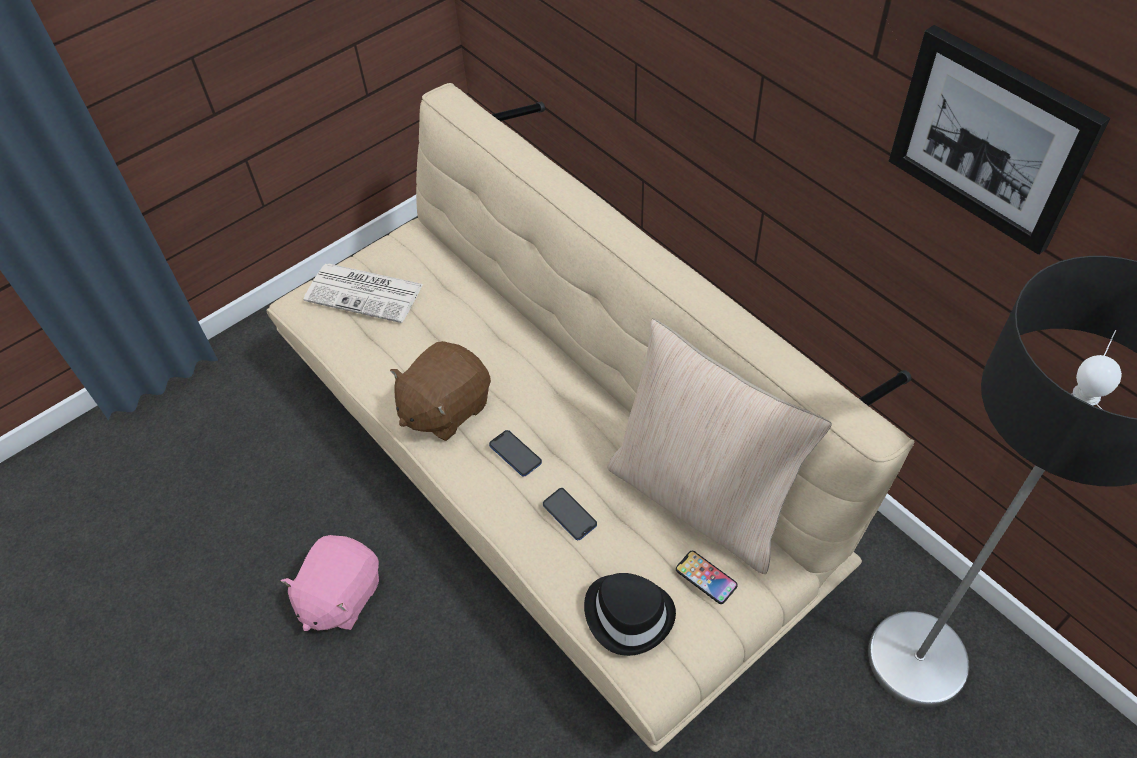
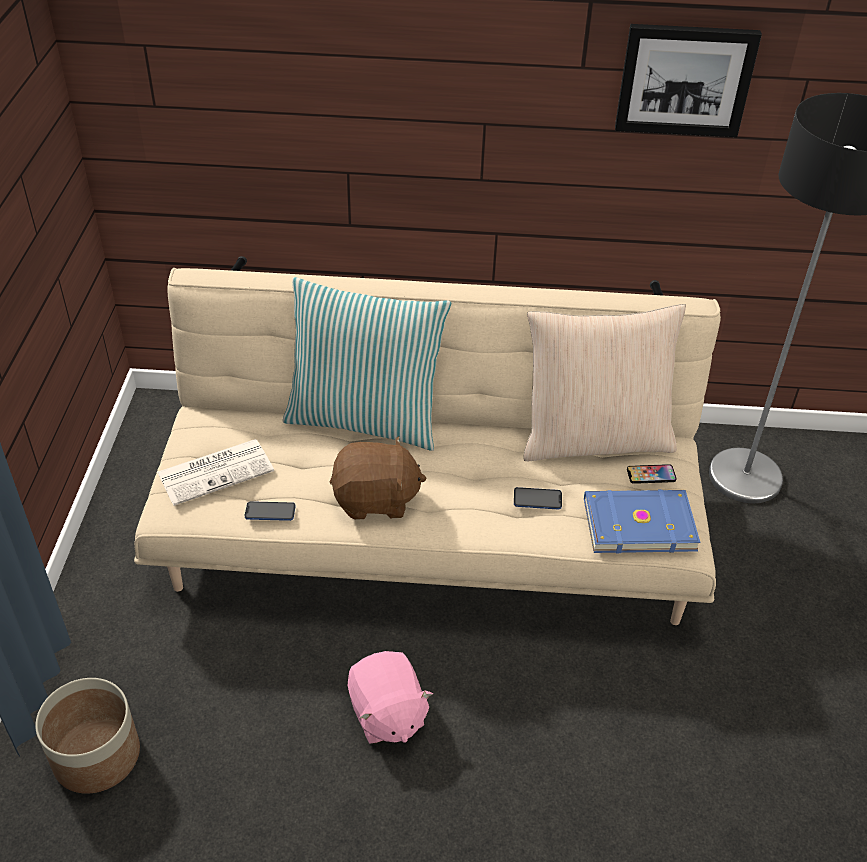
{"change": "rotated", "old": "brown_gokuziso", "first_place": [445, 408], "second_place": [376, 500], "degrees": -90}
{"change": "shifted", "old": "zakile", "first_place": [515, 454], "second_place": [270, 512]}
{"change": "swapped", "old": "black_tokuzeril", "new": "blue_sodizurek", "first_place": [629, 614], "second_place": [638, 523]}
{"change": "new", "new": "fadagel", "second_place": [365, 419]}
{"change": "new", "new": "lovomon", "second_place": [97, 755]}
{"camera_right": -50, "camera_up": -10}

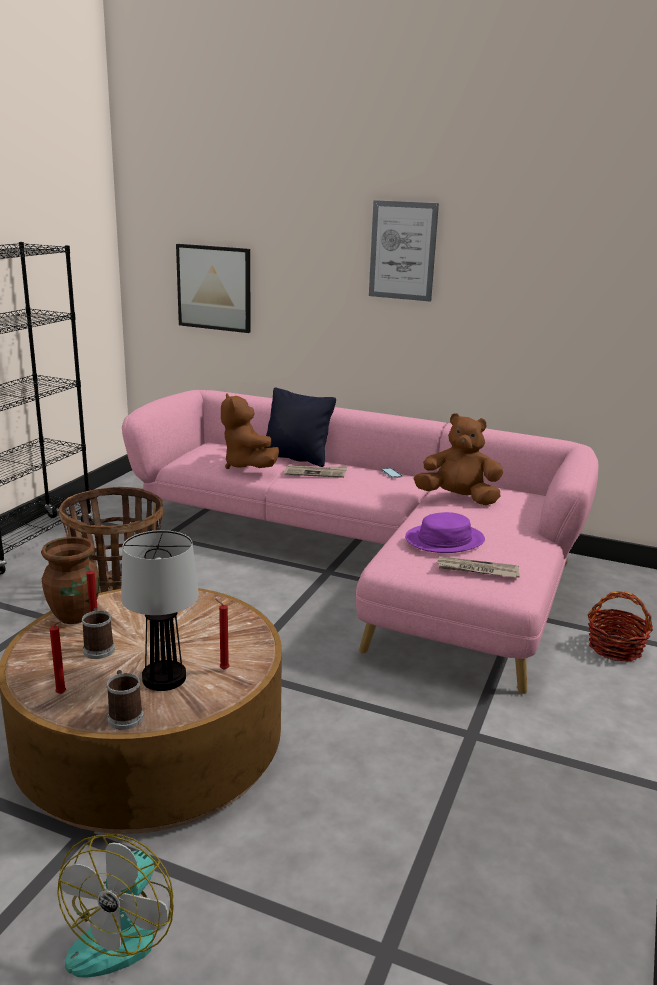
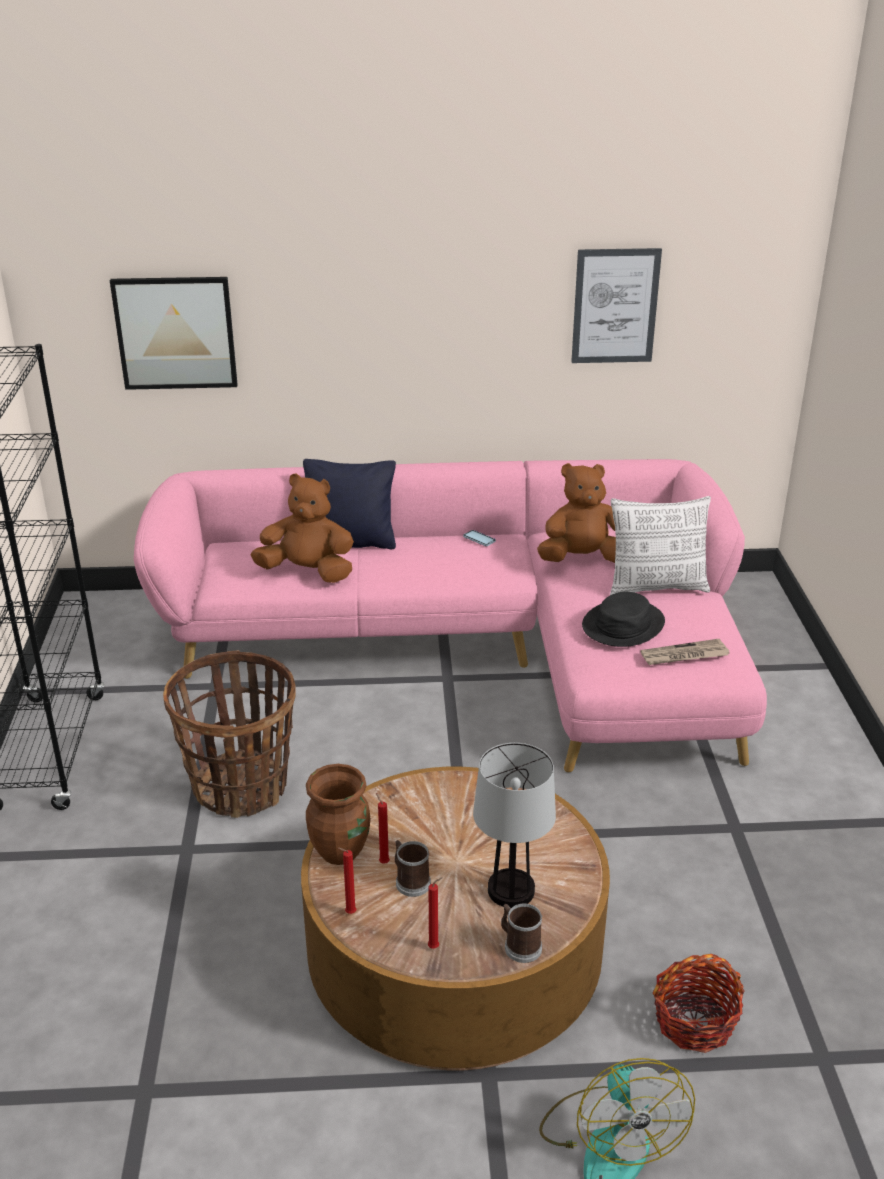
{"change": "shifted", "old": "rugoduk", "first_place": [402, 251], "second_place": [615, 306]}
{"change": "rotated", "old": "brown_gokuziso", "first_place": [247, 466], "second_place": [308, 572], "degrees": 150}
{"change": "gone", "old": "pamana", "first_place": [316, 473]}
{"change": "repainted", "old": "purple_tokuzeril", "new": "black_tokuzeril", "first_place": [444, 539], "second_place": [623, 625]}
{"change": "shifted", "old": "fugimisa", "first_place": [615, 648], "second_place": [694, 1021]}
{"change": "shifted", "old": "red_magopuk", "first_place": [222, 669], "second_place": [349, 913]}
{"change": "new", "new": "fadagel", "second_place": [656, 587]}
{"camera_right": -25, "camera_up": 10}

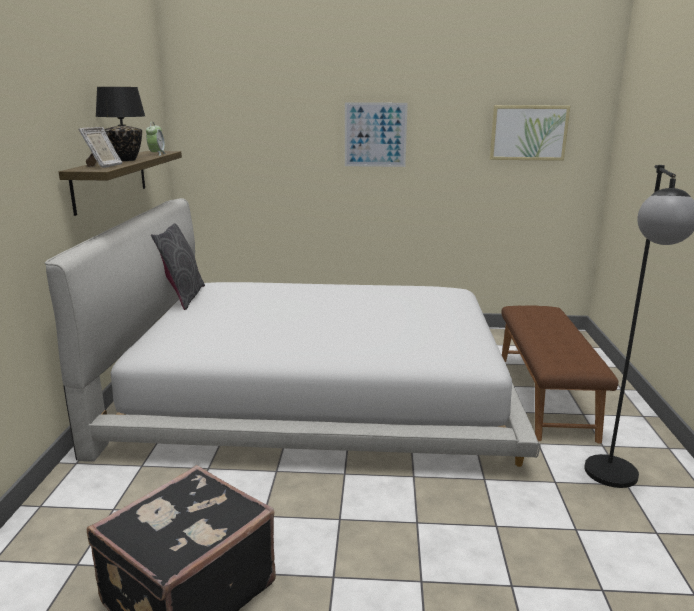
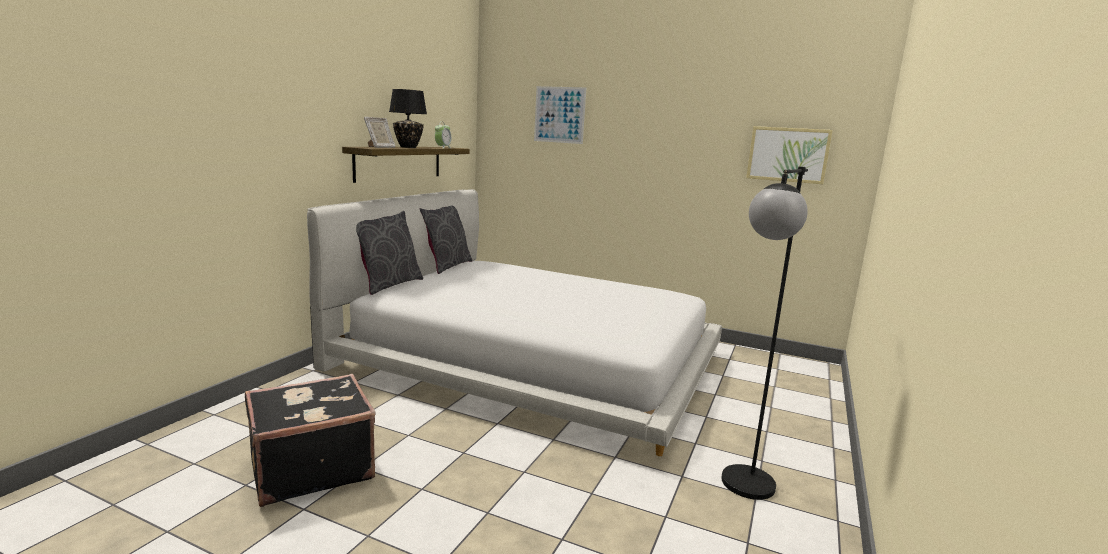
{"change": "shifted", "old": "rugoduk", "first_place": [375, 135], "second_place": [559, 115]}
{"change": "gone", "old": "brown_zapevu", "first_place": [543, 396]}
{"change": "new", "new": "grey_fadagel", "second_place": [388, 284]}
{"camera_right": 20, "camera_up": -5}

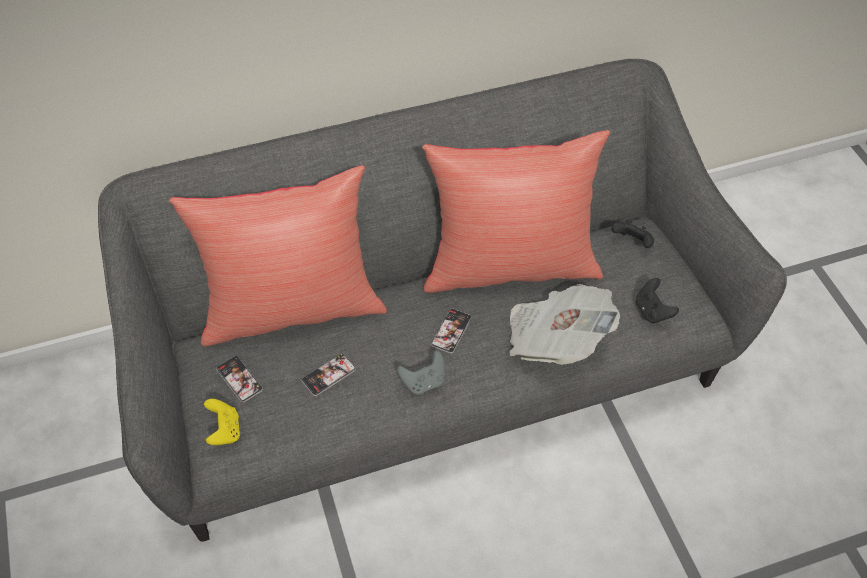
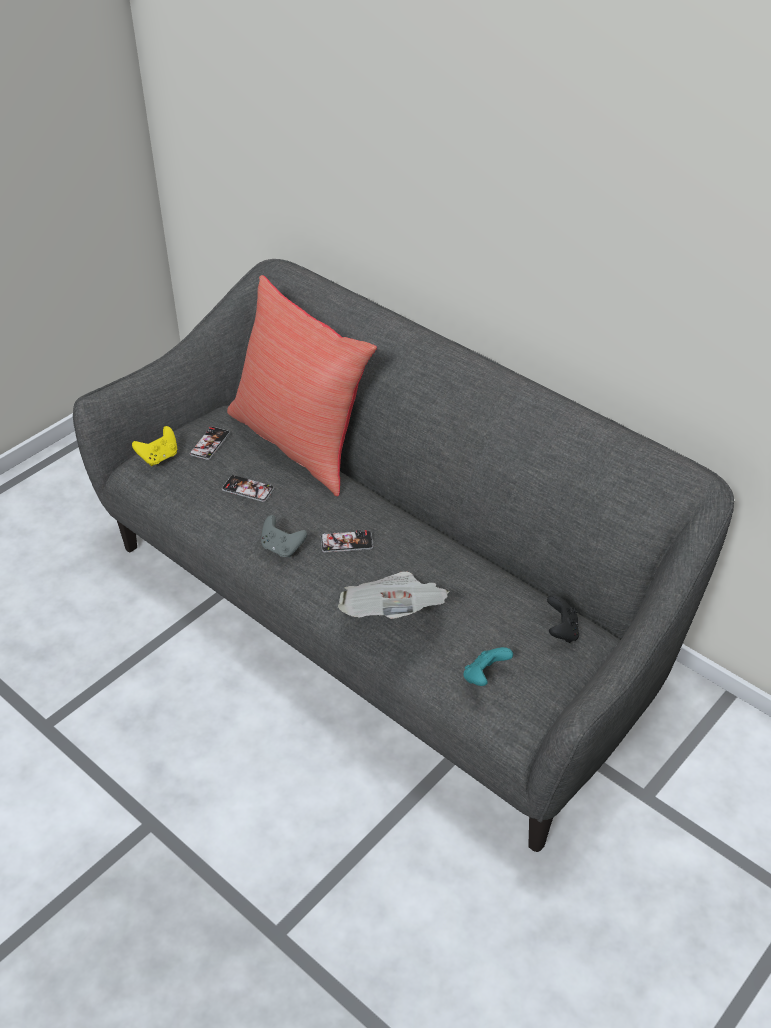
{"change": "gone", "old": "red_fadagel", "first_place": [509, 265]}
{"change": "repainted", "old": "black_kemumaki", "new": "turquoise_kemumaki", "first_place": [652, 311], "second_place": [484, 676]}
{"camera_right": 60, "camera_up": -10}

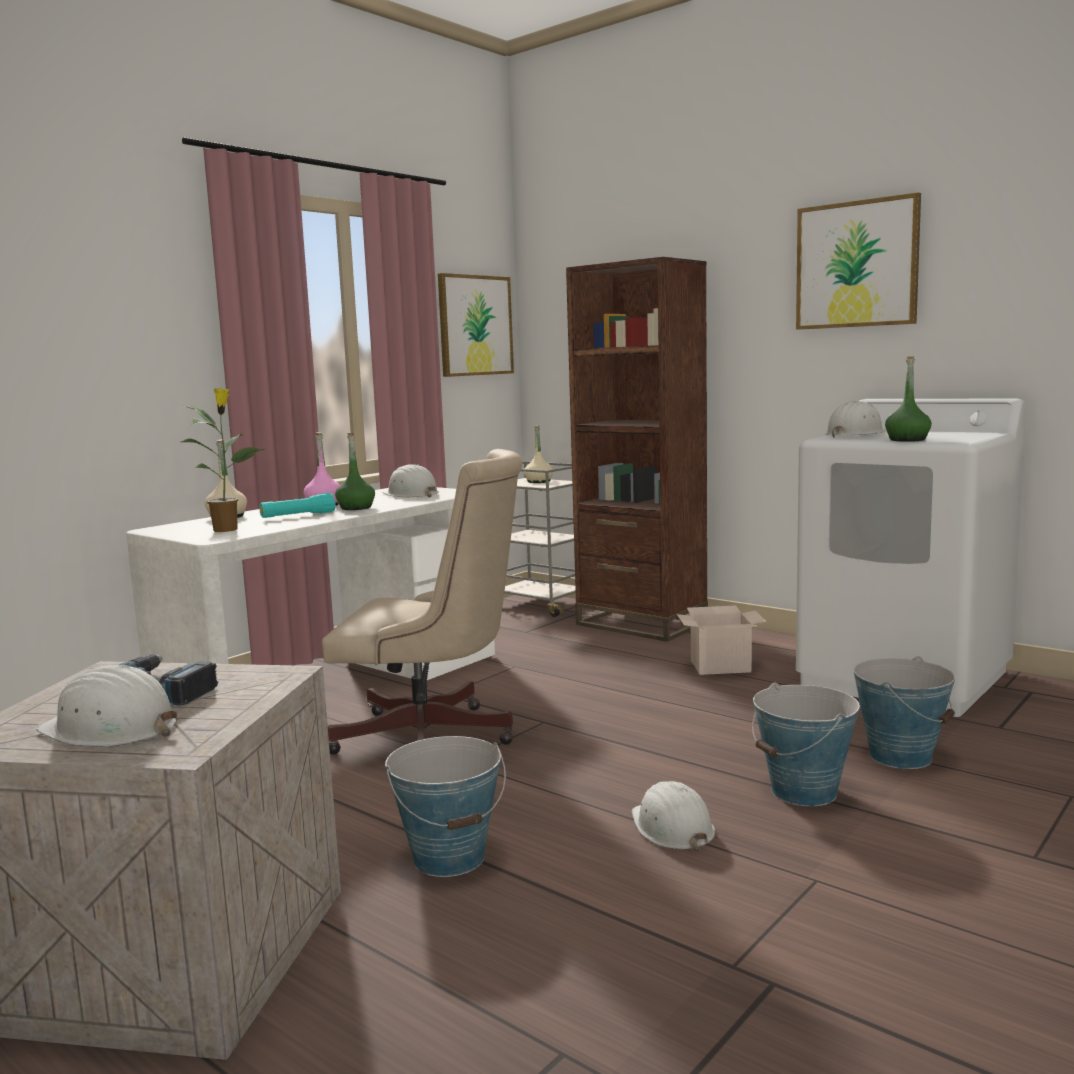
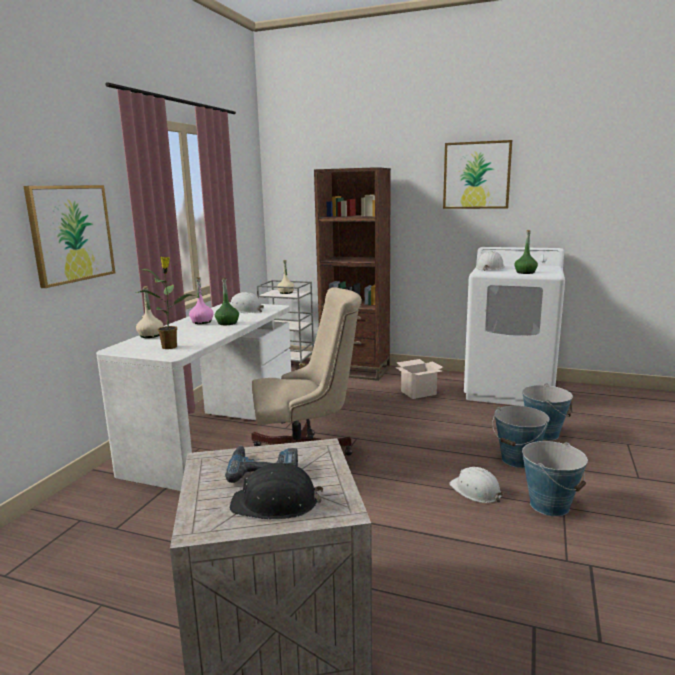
{"change": "shifted", "old": "rugoduk", "first_place": [475, 325], "second_place": [71, 233]}
{"change": "gone", "old": "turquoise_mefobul", "first_place": [298, 516]}
{"change": "repainted", "old": "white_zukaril", "new": "black_zukaril", "first_place": [110, 729], "second_place": [275, 503]}
{"change": "shifted", "old": "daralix", "first_place": [449, 858], "second_place": [549, 505]}
{"camera_right": -20, "camera_up": 5}

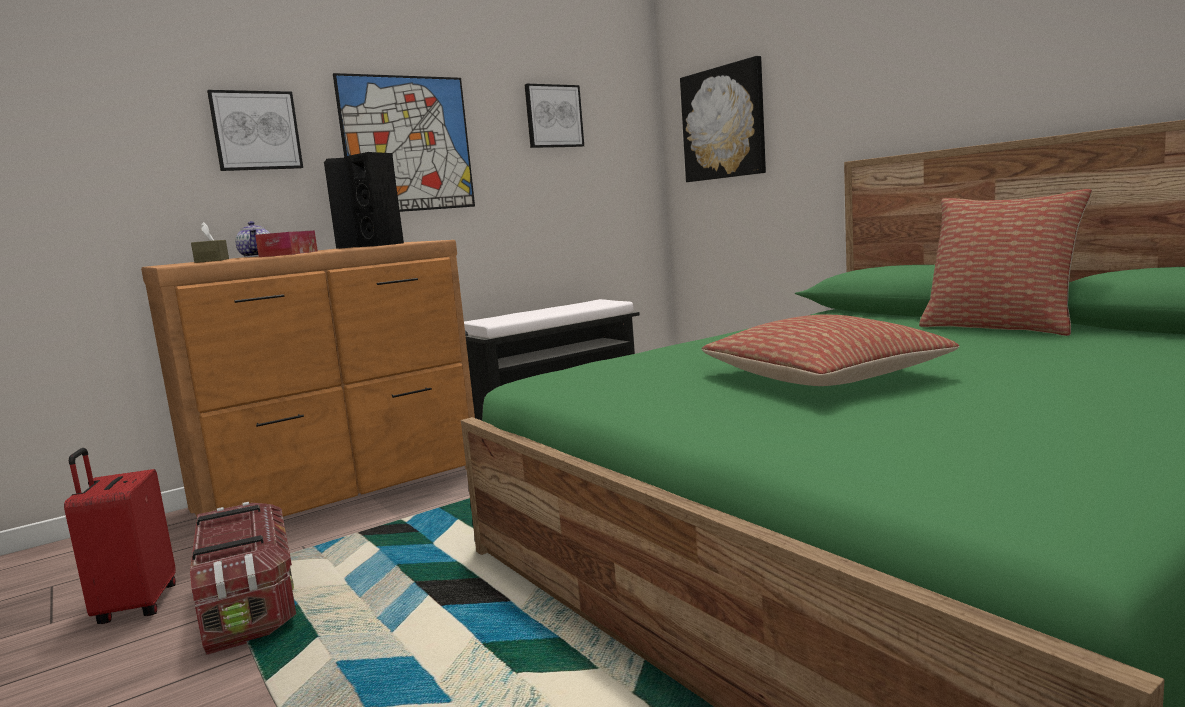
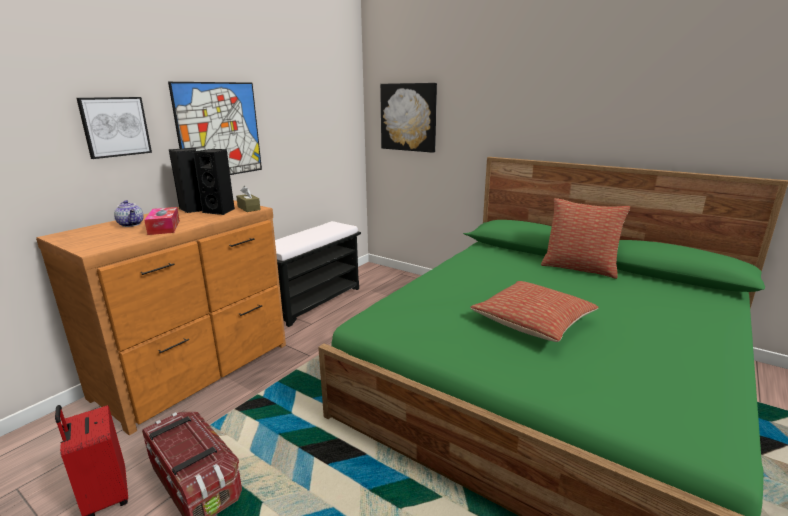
{"change": "gone", "old": "rugoduk", "first_place": [553, 116]}
{"change": "shifted", "old": "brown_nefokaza", "first_place": [212, 260], "second_place": [249, 208]}
{"camera_right": -20, "camera_up": 10}

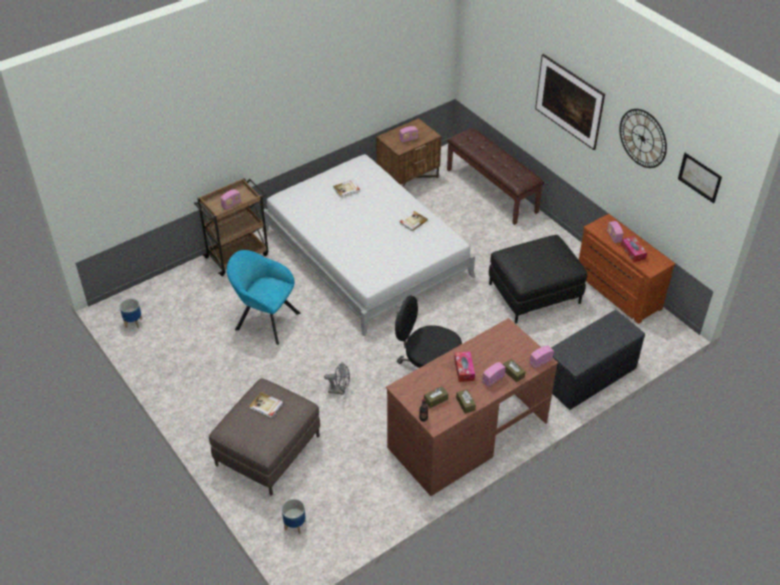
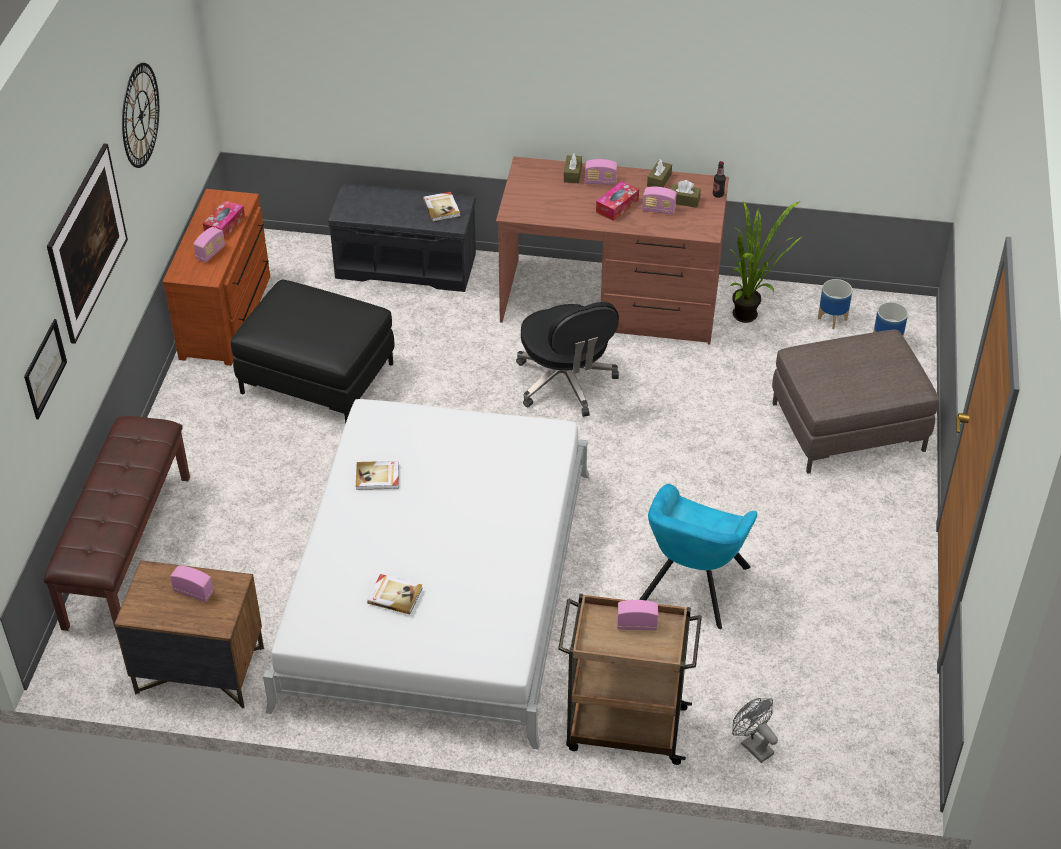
{"change": "shifted", "old": "rugoduk", "first_place": [699, 177], "second_place": [45, 368]}
{"change": "rotated", "old": "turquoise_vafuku", "first_place": [264, 320], "second_place": [692, 588], "degrees": 45}
{"change": "shifted", "old": "lovomon", "first_place": [133, 323], "second_place": [832, 319]}
{"change": "shifted", "old": "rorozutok", "first_place": [540, 362], "second_place": [658, 210]}
{"change": "shifted", "old": "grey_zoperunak", "first_place": [339, 390], "second_place": [752, 745]}
{"change": "shifted", "old": "sodizurek", "first_place": [266, 406], "second_place": [442, 208]}
{"change": "new", "new": "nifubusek", "second_place": [751, 316]}
{"camera_right": -135, "camera_up": 0}

